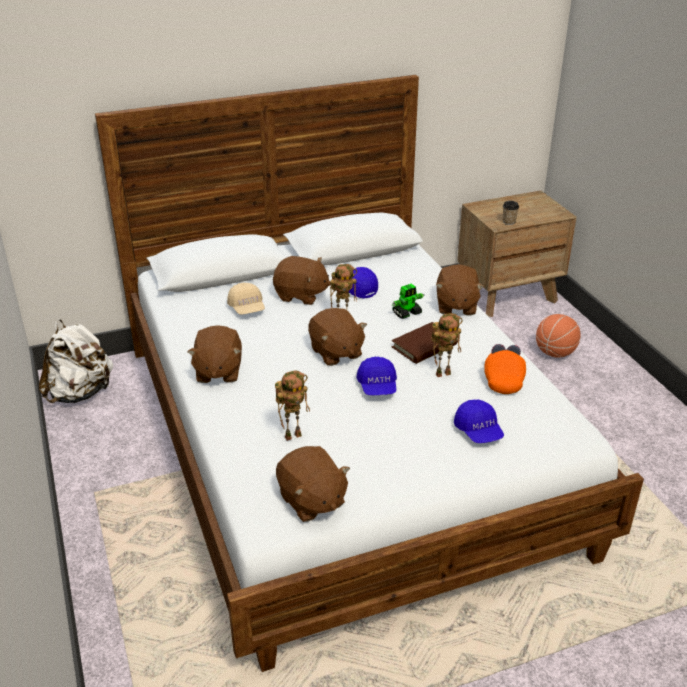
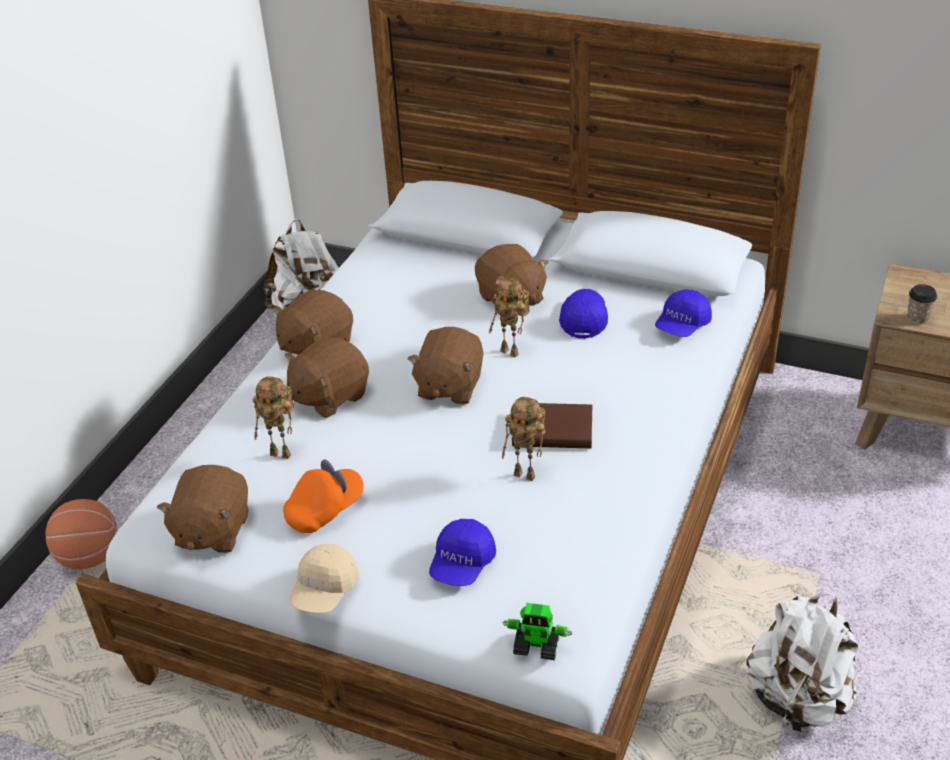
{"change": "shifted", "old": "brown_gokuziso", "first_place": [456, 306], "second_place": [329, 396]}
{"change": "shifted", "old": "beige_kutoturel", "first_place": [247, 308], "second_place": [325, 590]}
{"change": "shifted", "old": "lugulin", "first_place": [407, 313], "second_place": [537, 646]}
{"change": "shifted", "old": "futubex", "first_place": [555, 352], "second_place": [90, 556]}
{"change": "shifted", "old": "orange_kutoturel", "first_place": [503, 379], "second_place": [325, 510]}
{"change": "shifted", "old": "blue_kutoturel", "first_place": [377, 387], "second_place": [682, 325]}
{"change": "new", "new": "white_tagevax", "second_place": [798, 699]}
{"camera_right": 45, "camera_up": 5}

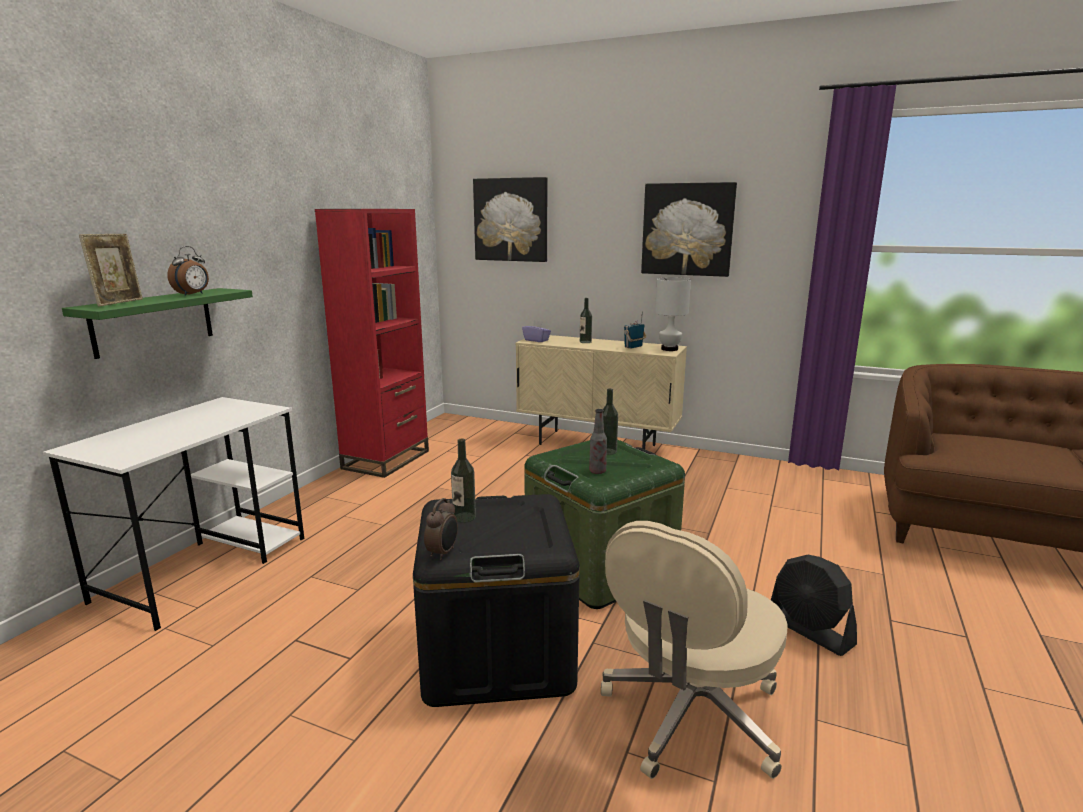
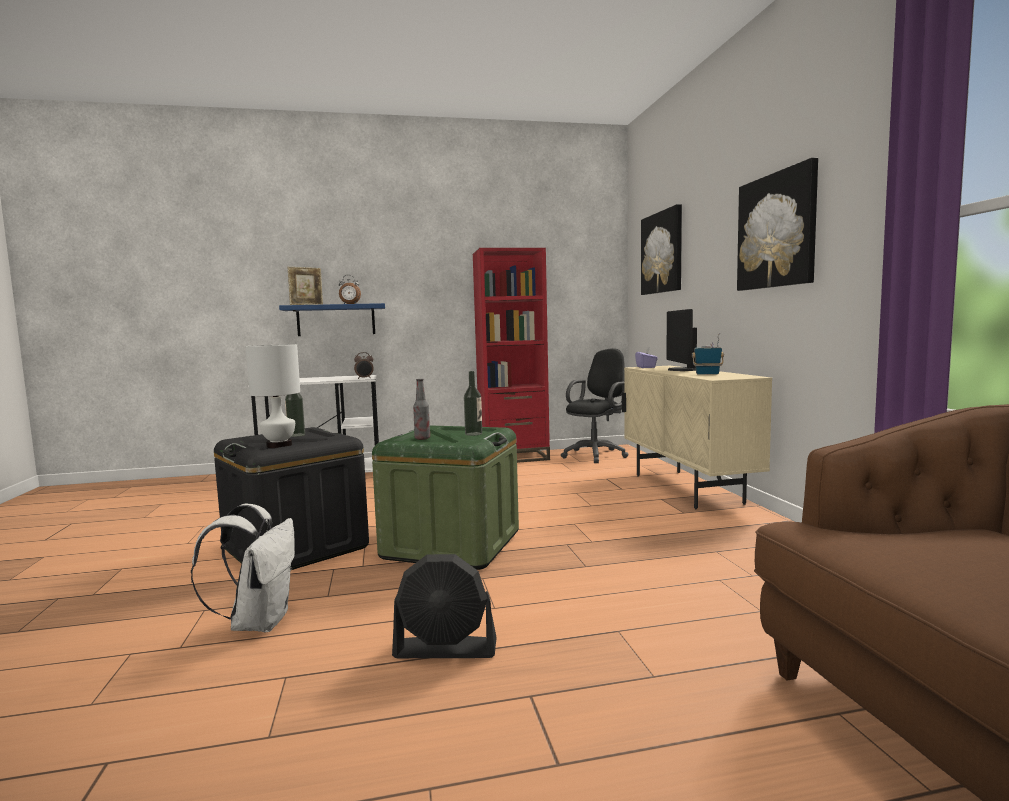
{"change": "shifted", "old": "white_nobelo", "first_place": [669, 349], "second_place": [279, 445]}
{"change": "repainted", "old": "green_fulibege", "new": "blue_fulibege", "first_place": [153, 321], "second_place": [336, 320]}
{"change": "swapped", "old": "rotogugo", "new": "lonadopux", "first_place": [585, 342], "second_place": [681, 370]}
{"change": "shifted", "old": "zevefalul", "first_place": [443, 553], "second_place": [364, 378]}
{"change": "swapped", "old": "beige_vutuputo", "new": "white_tagevax", "first_place": [691, 716], "second_place": [259, 622]}
{"change": "rotated", "old": "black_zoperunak", "first_place": [810, 630], "second_place": [446, 649], "degrees": -105}
{"change": "new", "new": "black_vutuputo", "second_place": [597, 455]}
{"camera_right": 55, "camera_up": -10}

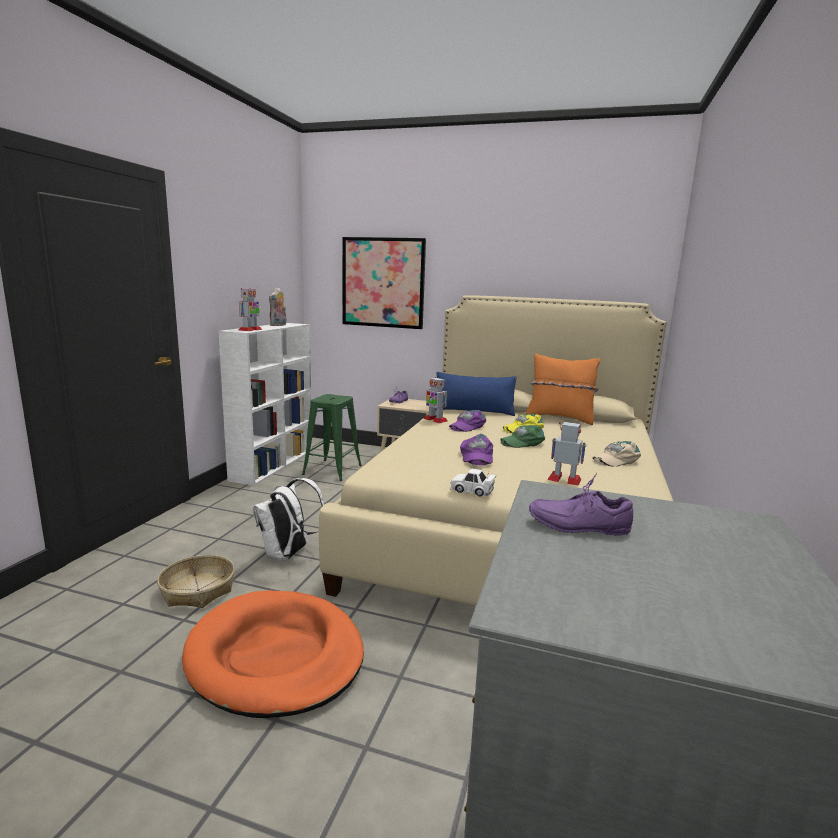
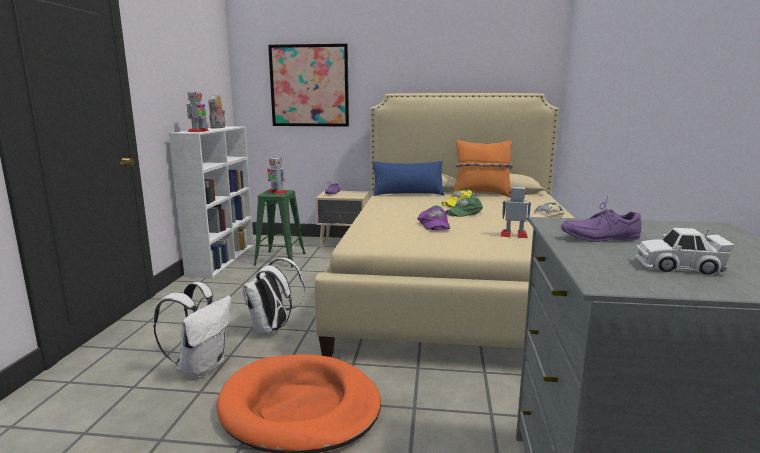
{"change": "shifted", "old": "lugulin", "first_place": [435, 420], "second_place": [277, 192]}
{"change": "gone", "old": "purple_kutoturel", "first_place": [467, 426]}
{"change": "shifted", "old": "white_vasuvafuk", "first_place": [472, 490], "second_place": [679, 266]}
{"change": "swapped", "old": "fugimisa", "new": "white_tagevax", "first_place": [198, 590], "second_place": [201, 367]}
{"camera_right": -10, "camera_up": 0}

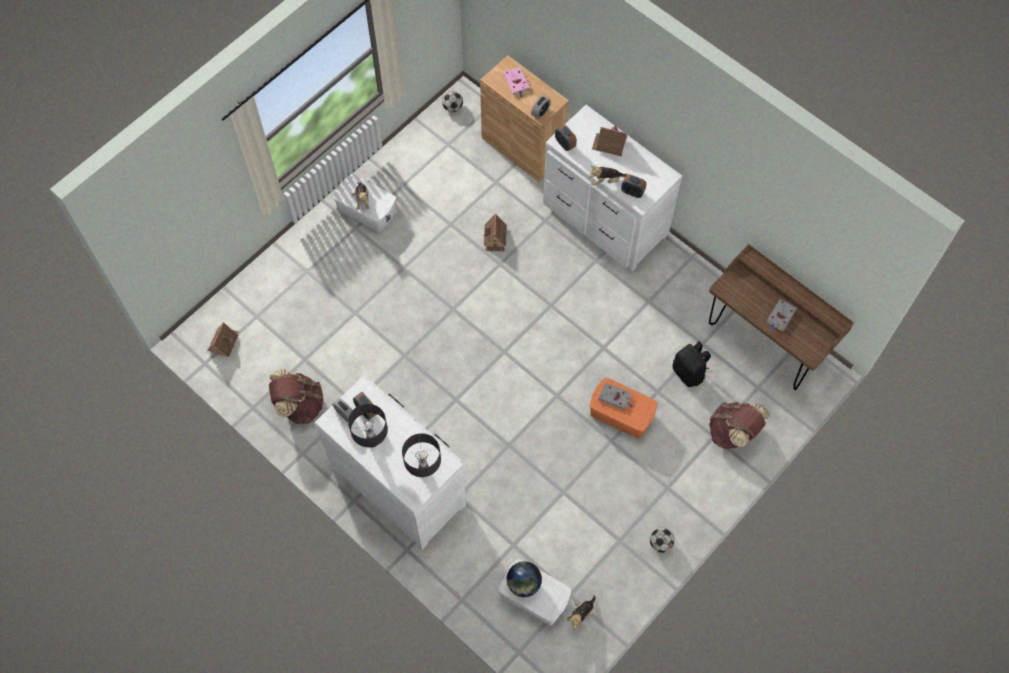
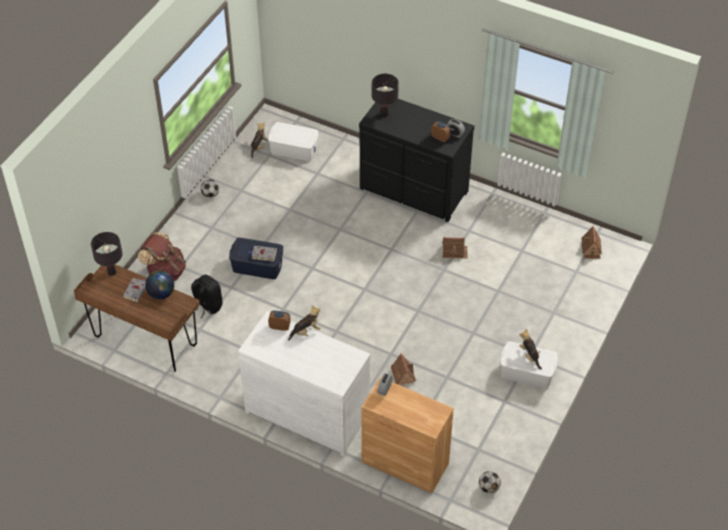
{"change": "gone", "old": "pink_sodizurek", "first_place": [516, 83]}
{"change": "gone", "old": "zevefalul", "first_place": [565, 144]}
{"change": "shifted", "old": "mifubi", "first_place": [609, 145], "second_place": [454, 252]}
{"change": "gone", "old": "brown_tagevax", "first_place": [299, 405]}
{"change": "repainted", "old": "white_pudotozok", "new": "black_pudotozok", "first_place": [399, 482], "second_place": [413, 191]}
{"change": "repainted", "old": "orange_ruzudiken", "new": "blue_ruzudiken", "first_place": [621, 414], "second_place": [257, 266]}
{"change": "shifted", "old": "black_nobelo", "first_place": [372, 442], "second_place": [112, 272]}
{"change": "shifted", "old": "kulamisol", "first_place": [523, 584], "second_place": [161, 293]}
{"camera_right": 165, "camera_up": -15}

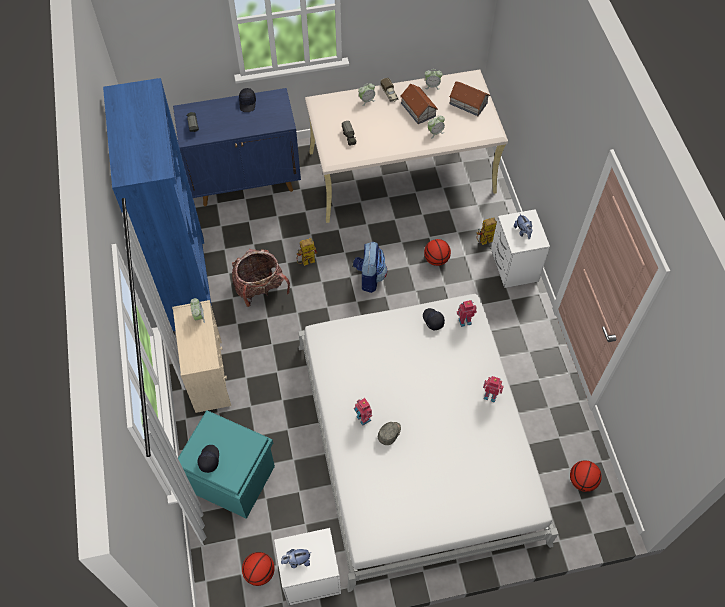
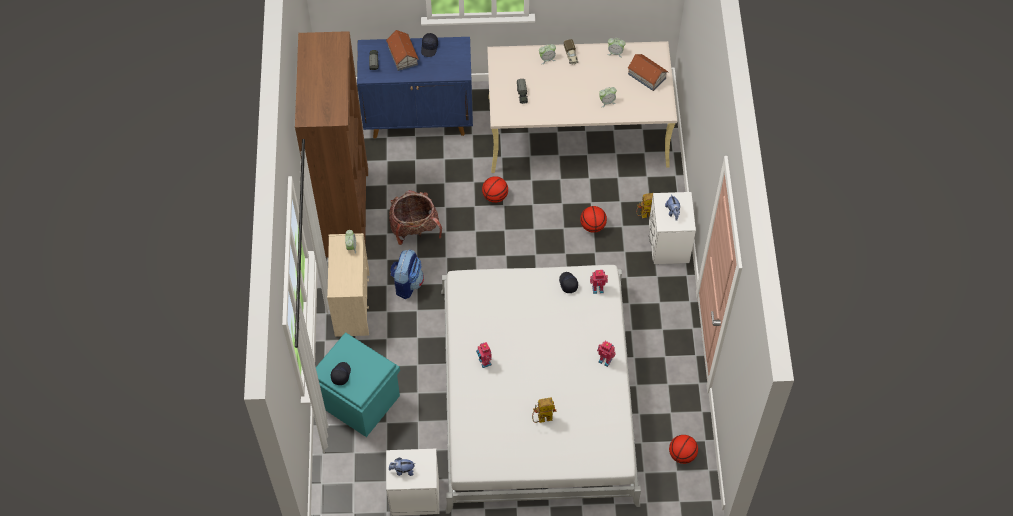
{"change": "repainted", "old": "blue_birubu", "new": "brown_birubu", "first_place": [186, 282], "second_place": [344, 212]}
{"change": "shifted", "old": "mifubi", "first_place": [418, 109], "second_place": [403, 55]}
{"change": "shifted", "old": "lugulin", "first_place": [305, 263], "second_place": [542, 419]}
{"change": "shifted", "old": "tagevax", "first_place": [369, 277], "second_place": [407, 283]}
{"change": "gone", "old": "grey_kutoturel", "first_place": [389, 433]}
{"change": "shifted", "old": "futubex", "first_place": [259, 572], "second_place": [495, 196]}
{"camera_right": 10, "camera_up": 0}

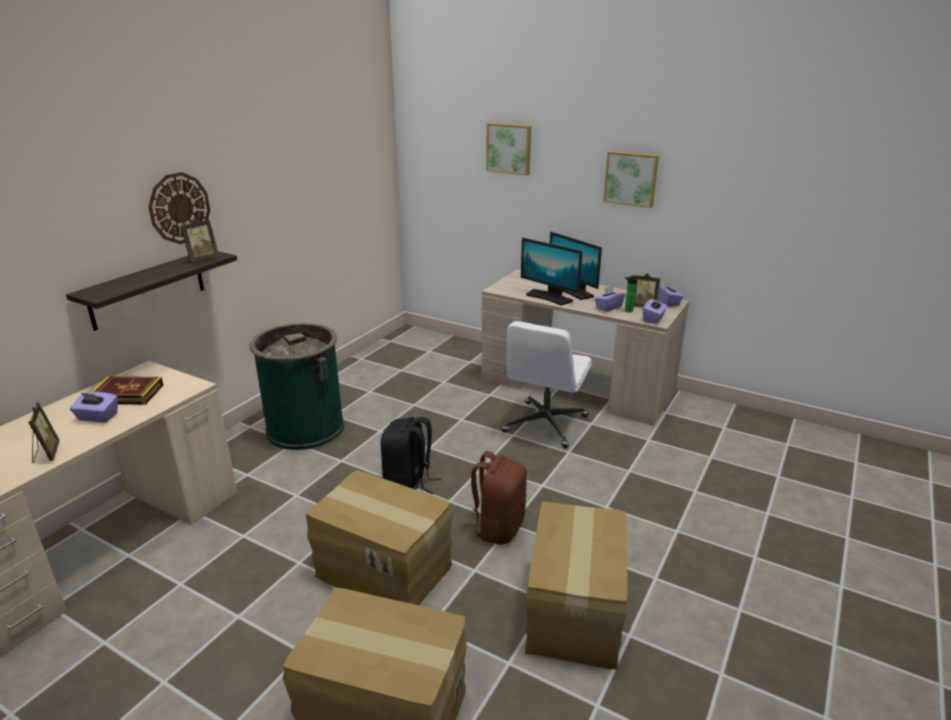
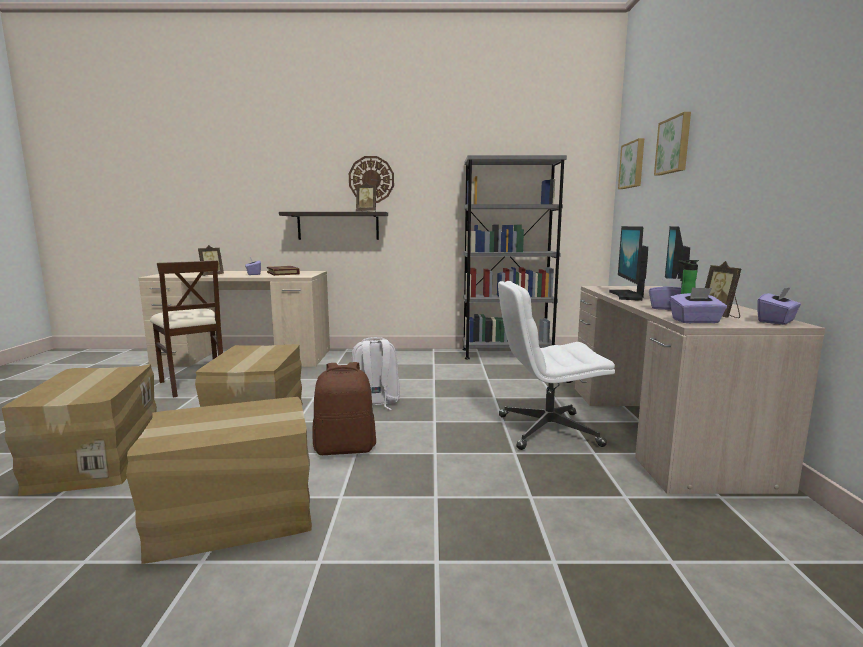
{"change": "shifted", "old": "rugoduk", "first_place": [631, 178], "second_place": [633, 165]}
{"change": "gone", "old": "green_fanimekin", "first_place": [305, 428]}
{"change": "repainted", "old": "black_tagevax", "new": "white_tagevax", "first_place": [409, 483], "second_place": [374, 403]}
{"change": "new", "new": "grey_birubu", "second_place": [507, 354]}
{"change": "new", "new": "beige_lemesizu", "second_place": [194, 384]}
{"camera_right": 60, "camera_up": -15}

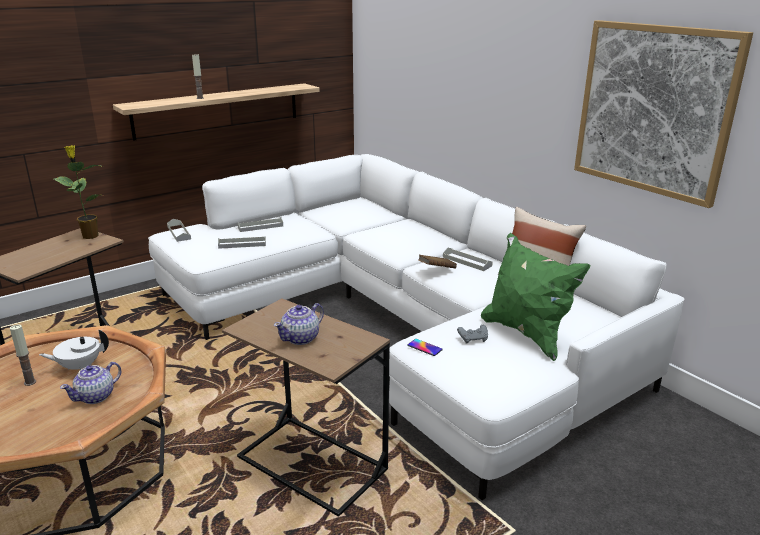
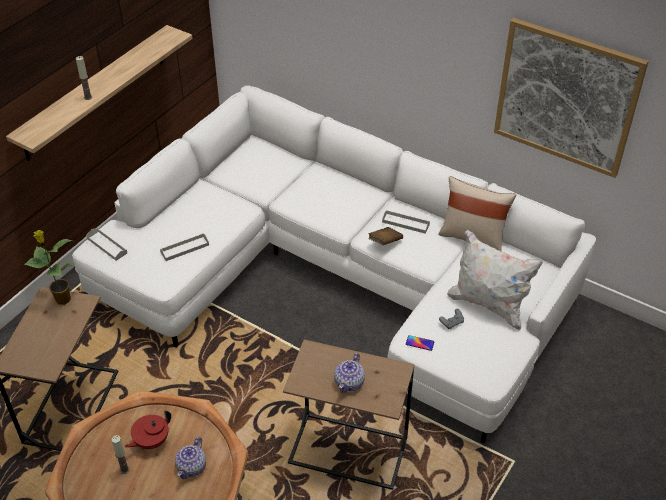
{"change": "gone", "old": "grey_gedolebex", "first_place": [260, 226]}
{"change": "repainted", "old": "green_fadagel", "new": "white_fadagel", "first_place": [526, 334], "second_place": [488, 305]}
{"change": "repainted", "old": "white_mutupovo", "new": "red_mutupovo", "first_place": [79, 366], "second_place": [151, 441]}
{"camera_right": -20, "camera_up": 20}

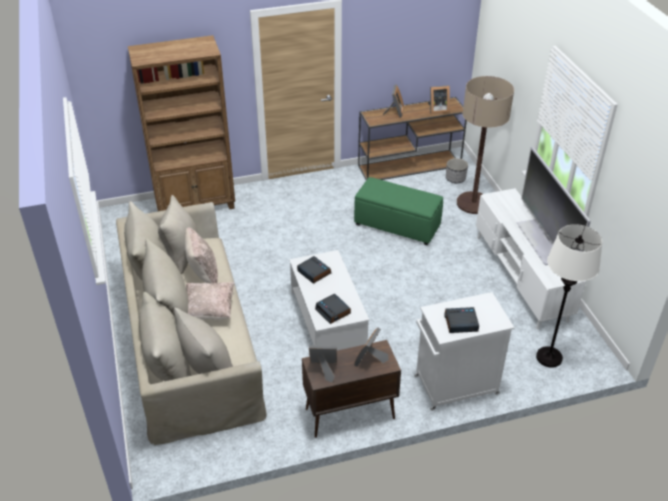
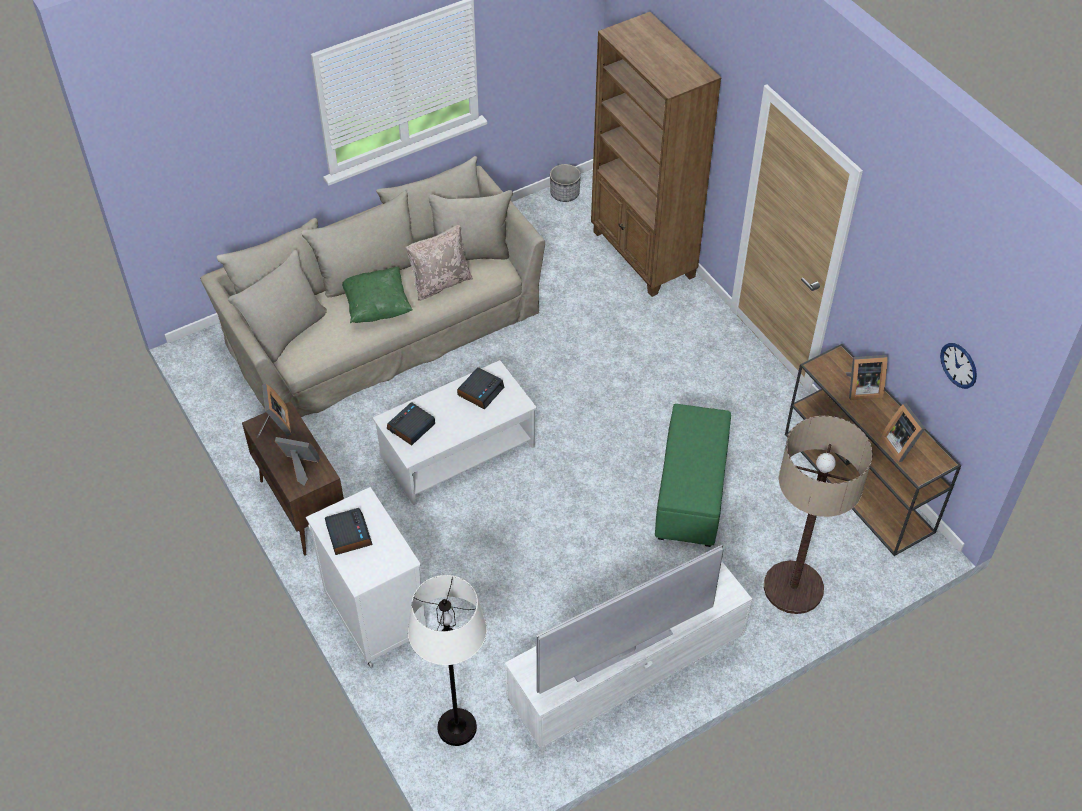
{"change": "shifted", "old": "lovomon", "first_place": [455, 178], "second_place": [565, 194]}
{"change": "repainted", "old": "beige_fadagel", "new": "green_fadagel", "first_place": [209, 310], "second_place": [377, 306]}
{"change": "new", "new": "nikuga", "second_place": [959, 365]}
{"camera_right": 75, "camera_up": 10}

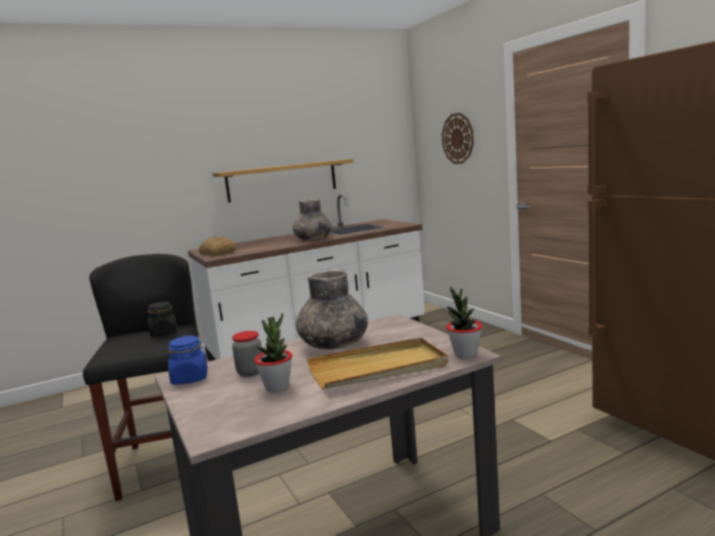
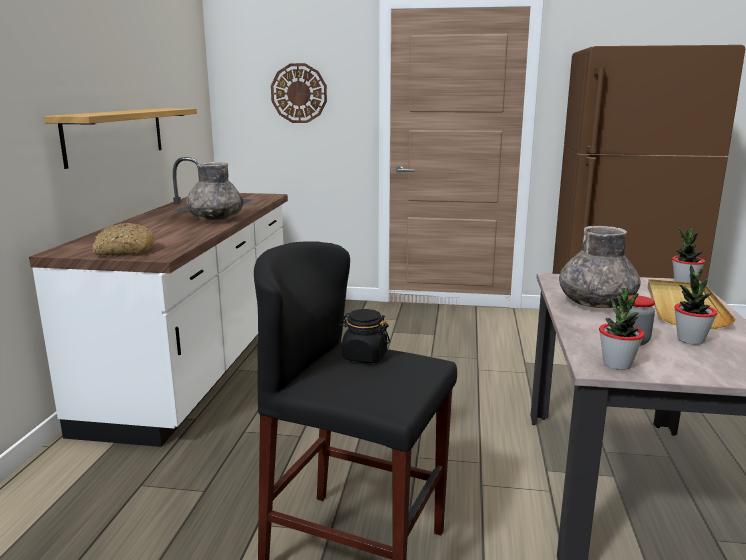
{"change": "swapped", "old": "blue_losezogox", "new": "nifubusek", "first_place": [190, 378], "second_place": [617, 364]}
{"camera_right": -55, "camera_up": 5}

